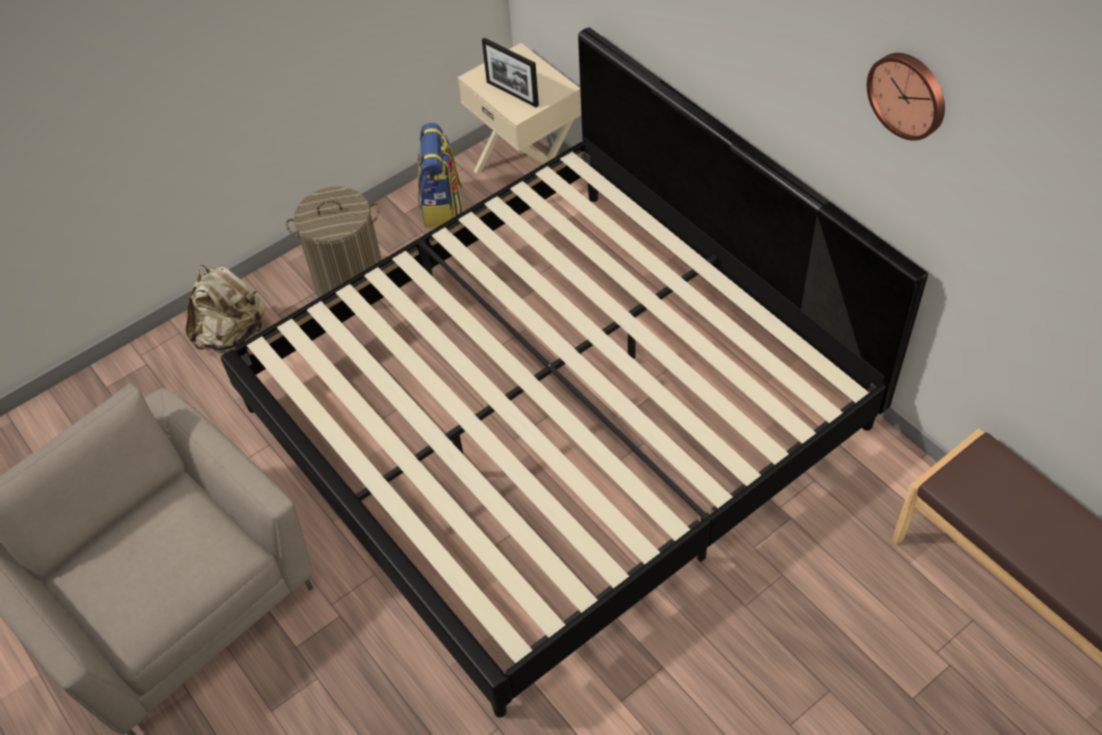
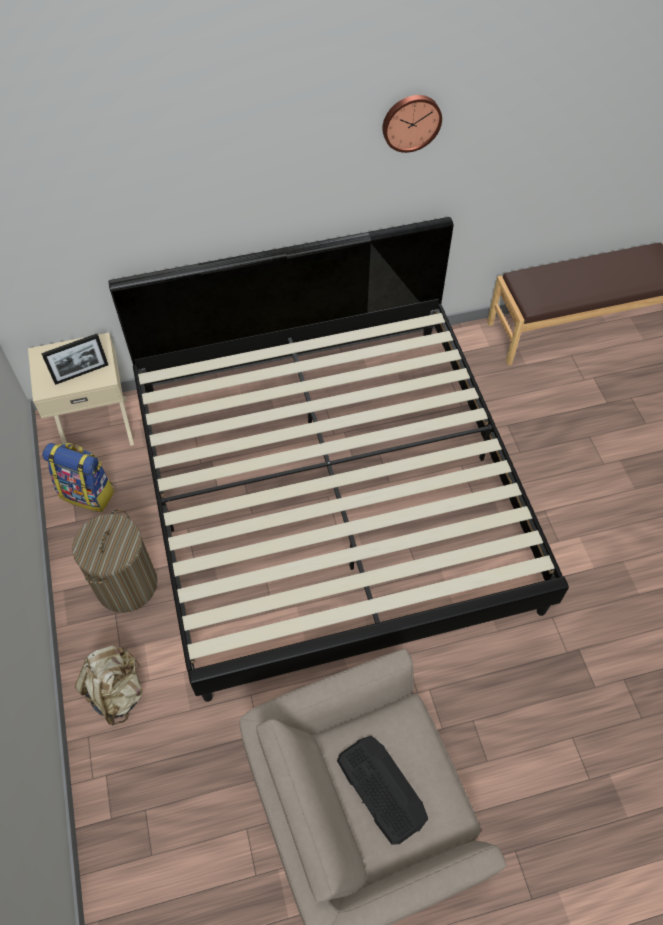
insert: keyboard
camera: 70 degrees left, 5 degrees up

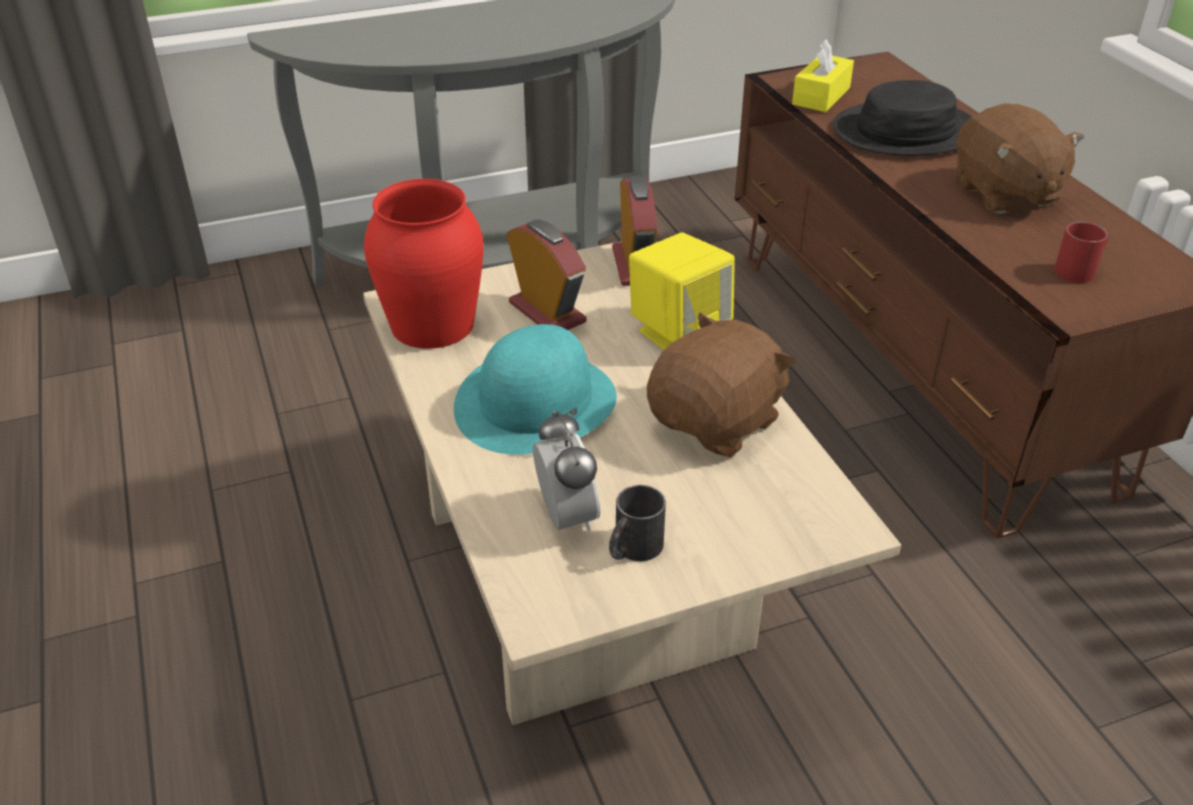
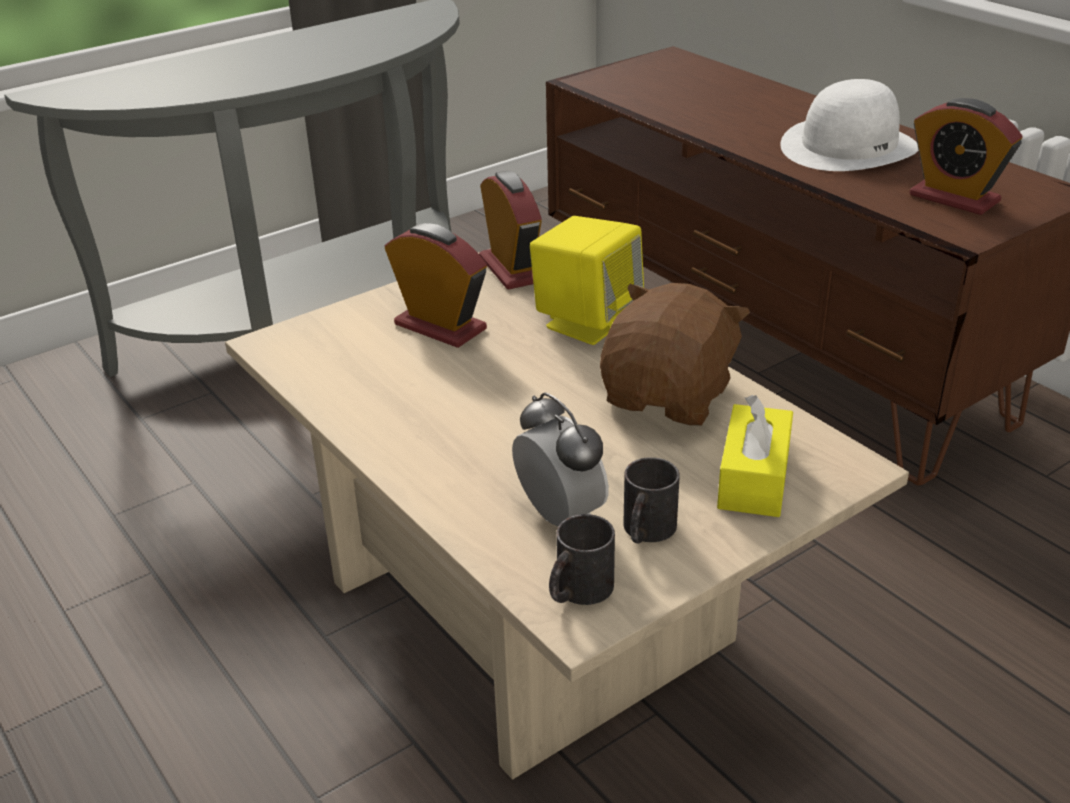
delete: red-coloured vase; blue-green wearable hat; black-coloured wearable hat
insert: black-coloured coffee mug (1st from left)
move: yellow tissue holder
replace: brown-coloured plush toy (2nd from left) to white wearable hat; red-coloured coffee mug to alarm clock (4th from left)
camera: 15 degrees left, 5 degrees down

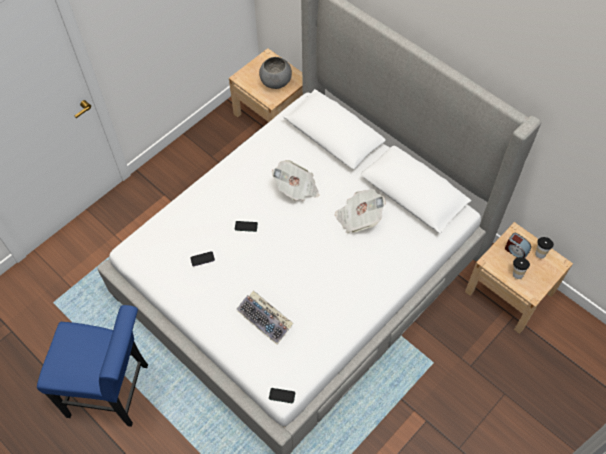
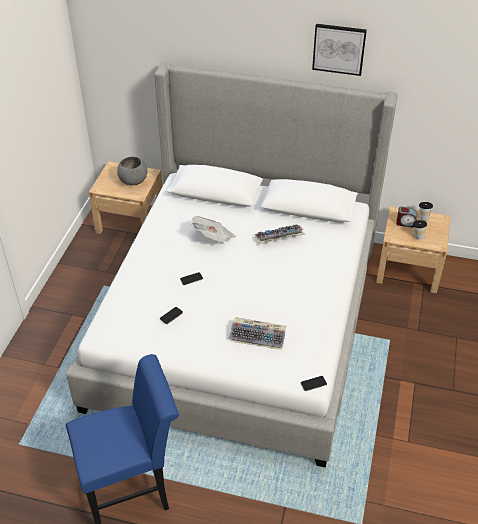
insert: picture
replace: printed paper (2nd from left) to keyboard (2nd from left)
camera: 30 degrees left, 15 degrees down

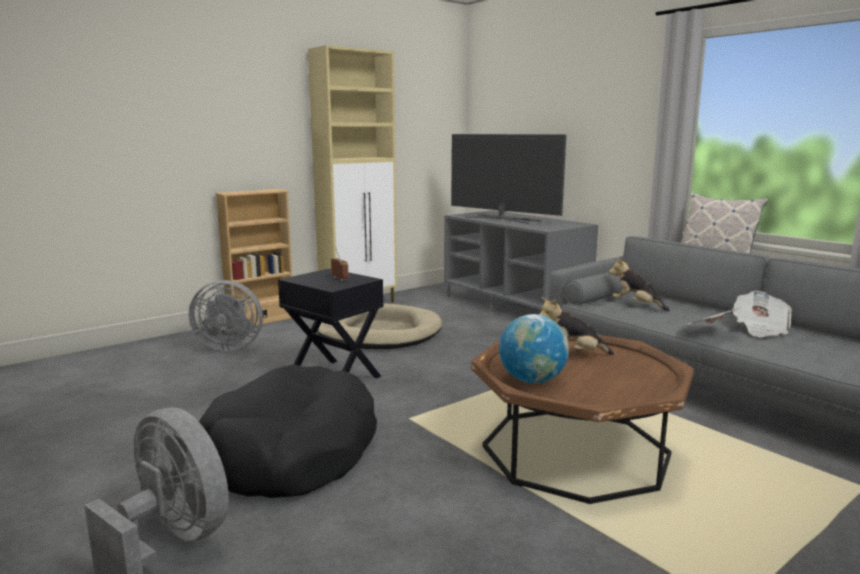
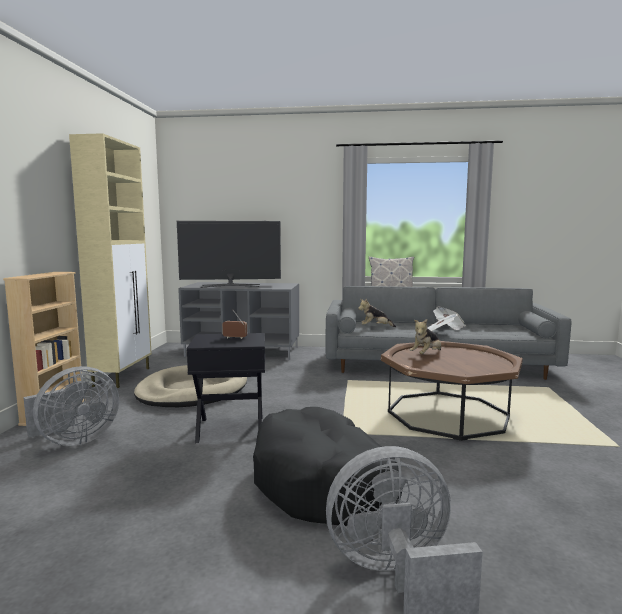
delete: world globe
camera: 45 degrees left, 5 degrees down

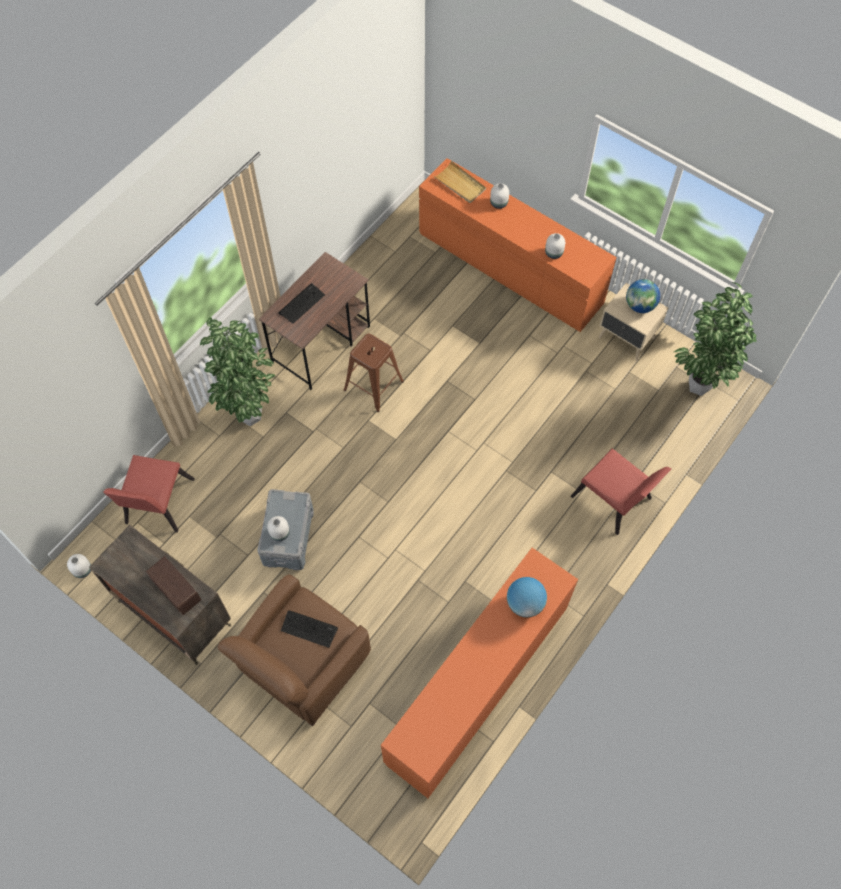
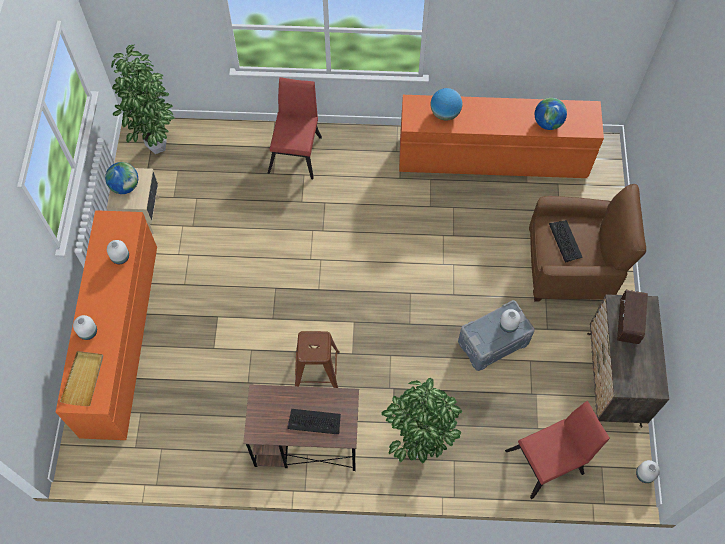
insert: world globe (3rd from left)
camera: 125 degrees left, 0 degrees up

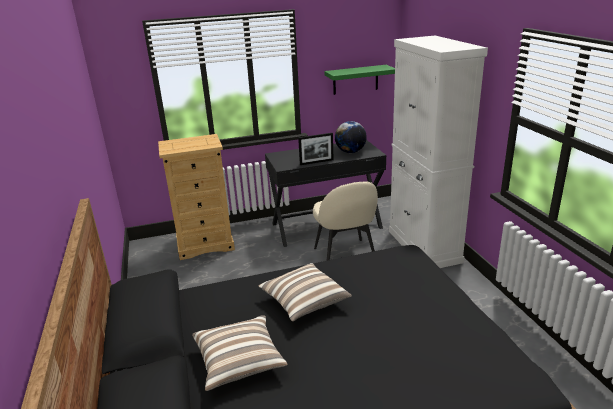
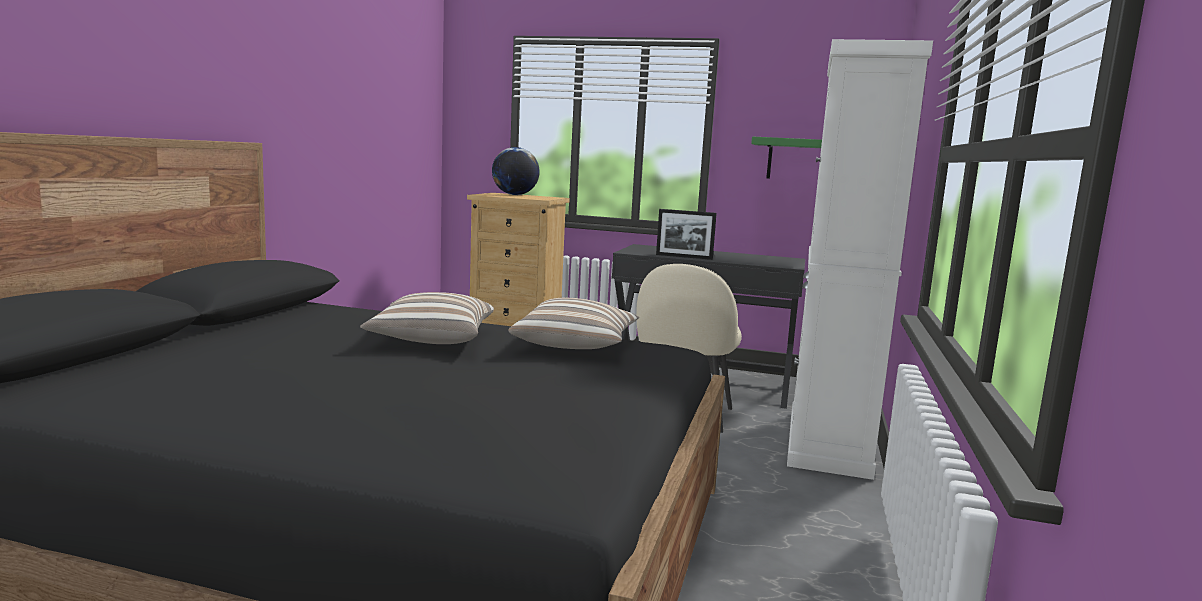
move: world globe; cushion (1st from left in the first image) to cushion (2nd from left)
camera: 30 degrees right, 15 degrees down

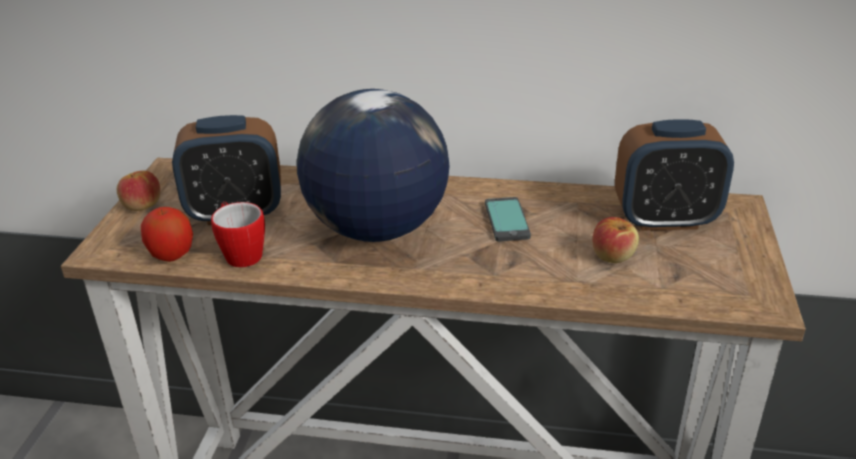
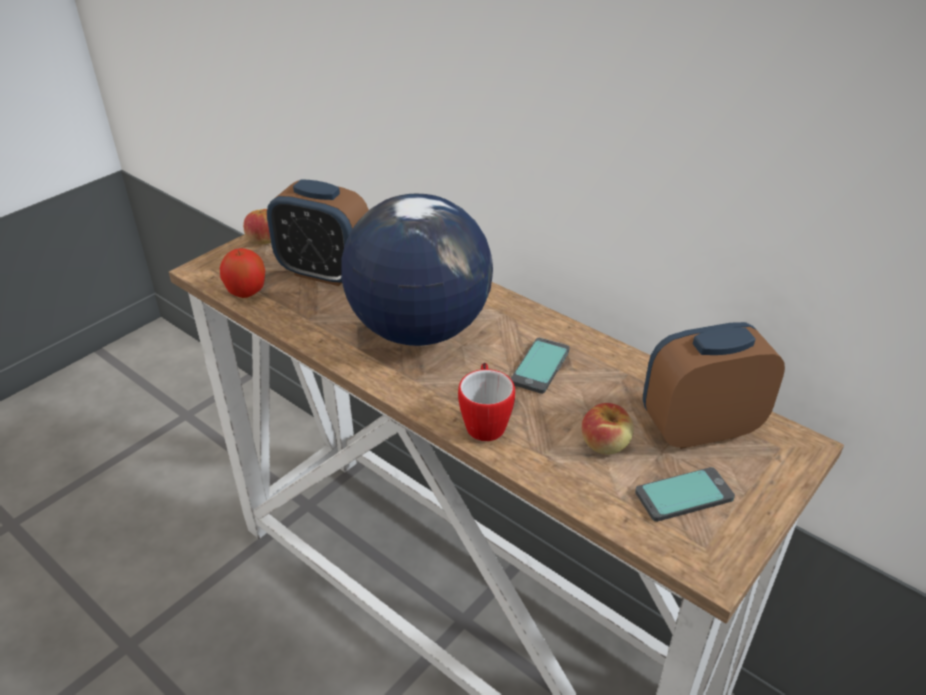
insert: telephone (2nd from left)
move: coffee mug
rotate: alarm clock (2nd from left) 135 degrees clockwise
camera: 30 degrees right, 5 degrees up

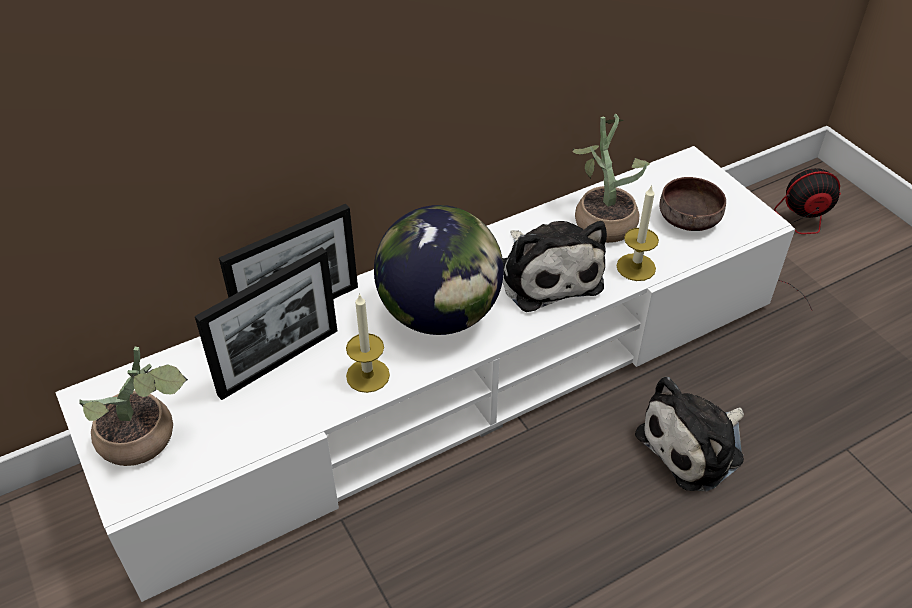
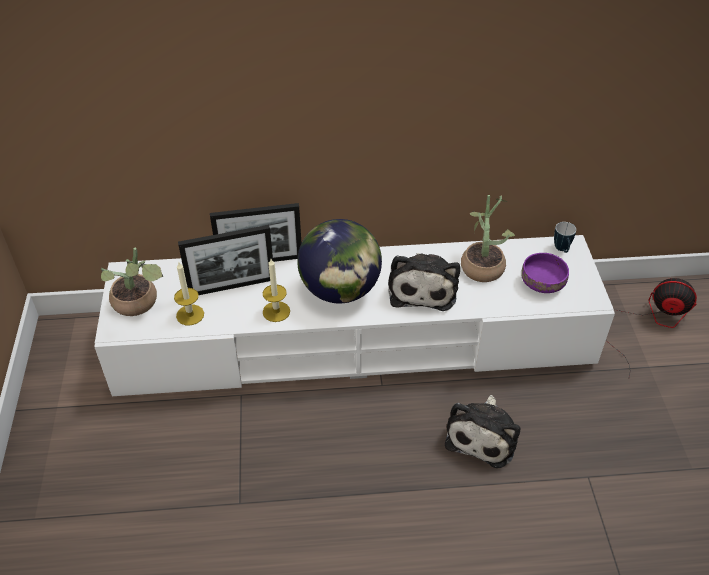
insert: coffee mug
move: candle (2nd from left in the first image) to candle (1st from left)
recolor: brown-coloured deep dish to purple deep dish
rotate: plush toy (2nd from left) 60 degrees counterclockwise
camera: 25 degrees right, 0 degrees up

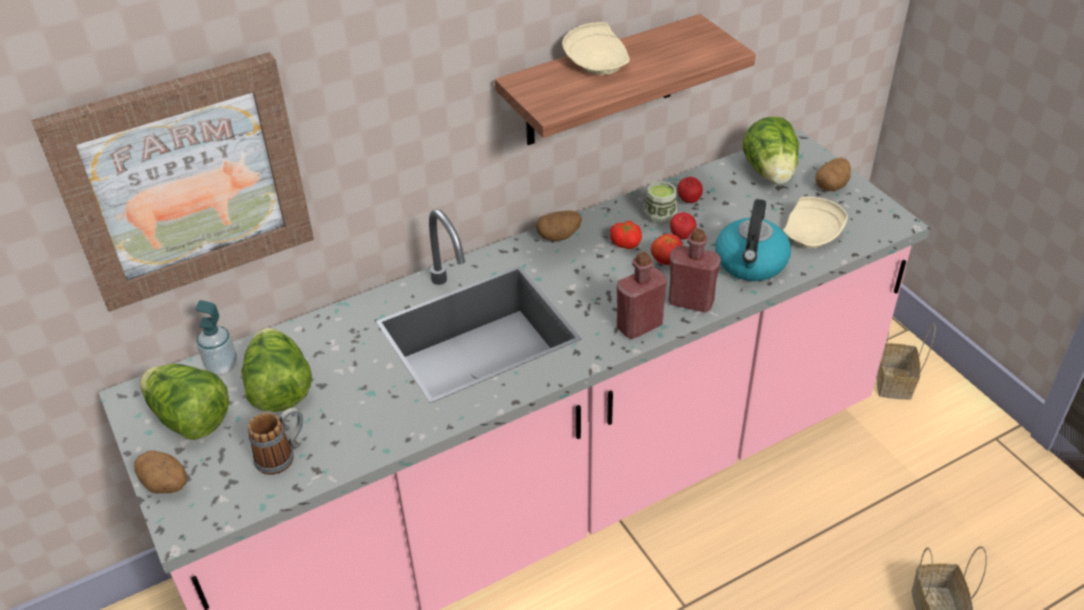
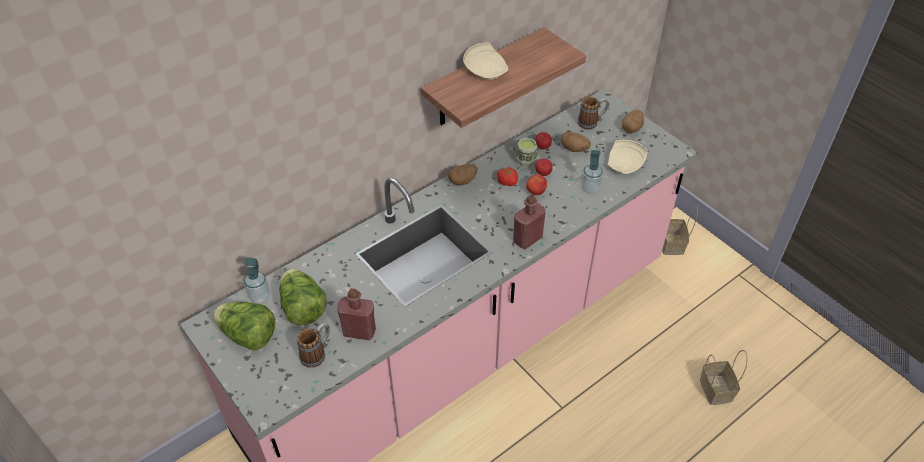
delete: picture
move: red-coloured bottle (2nd from left in the first image) to red-coloured bottle (1st from left); whole potato (1st from left in the first image) to whole potato (2nd from left)
replace: lettuce head (3rd from left) to coffee mug (2nd from left); kettle to liquid soap bottle (2nd from left)
camera: 10 degrees left, 5 degrees up

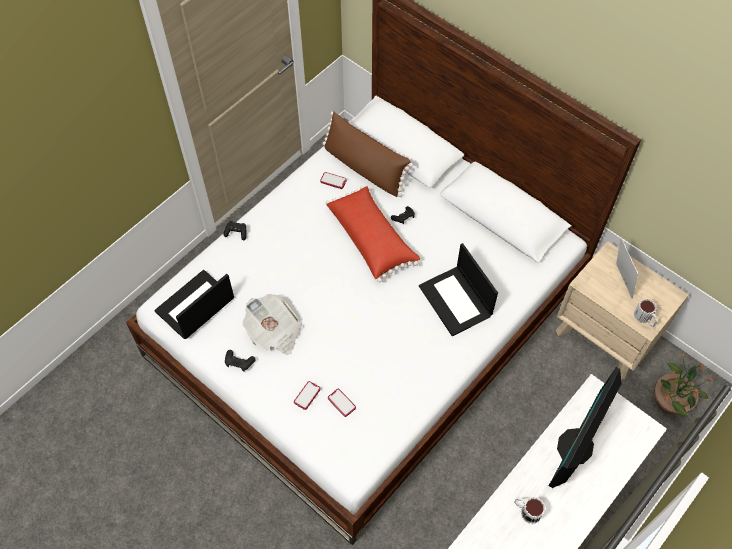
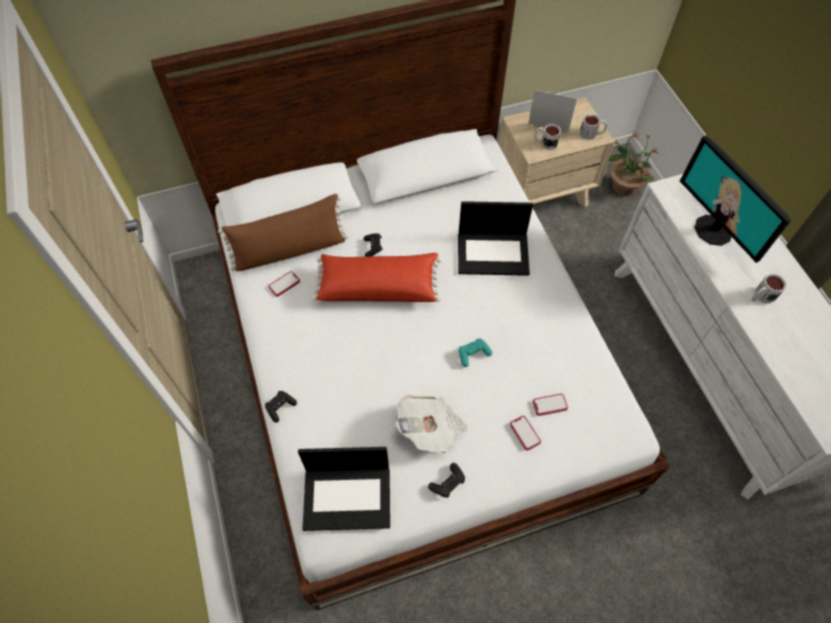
insert: blue-green gamepad; coffee mug (1st from left)
rotate: portable computer (1st from left) 75 degrees counterclockwise
camera: 60 degrees left, 0 degrees up

